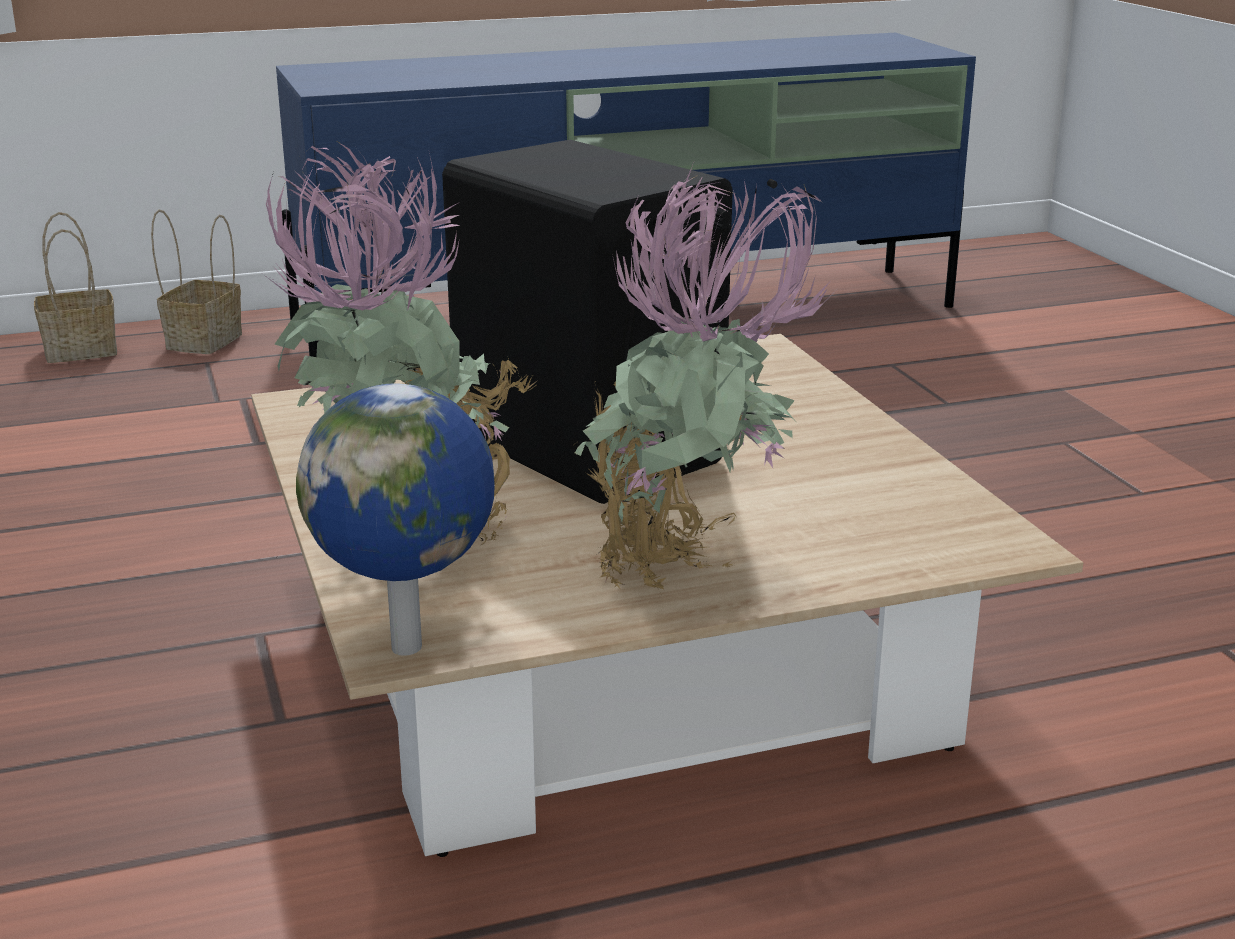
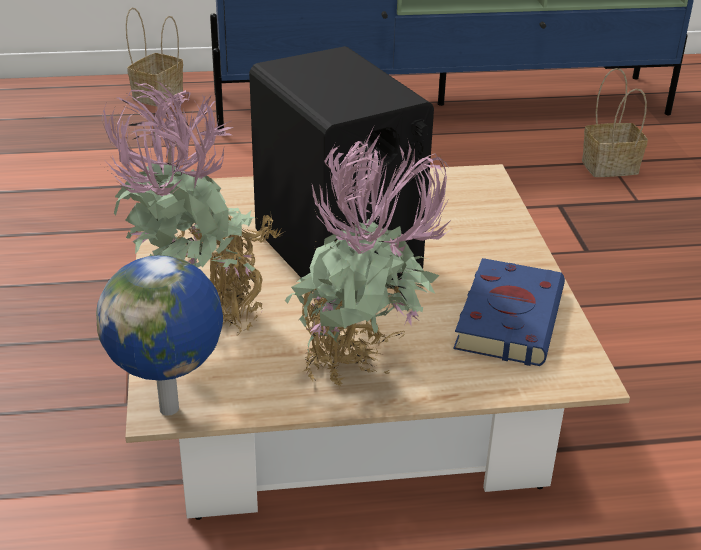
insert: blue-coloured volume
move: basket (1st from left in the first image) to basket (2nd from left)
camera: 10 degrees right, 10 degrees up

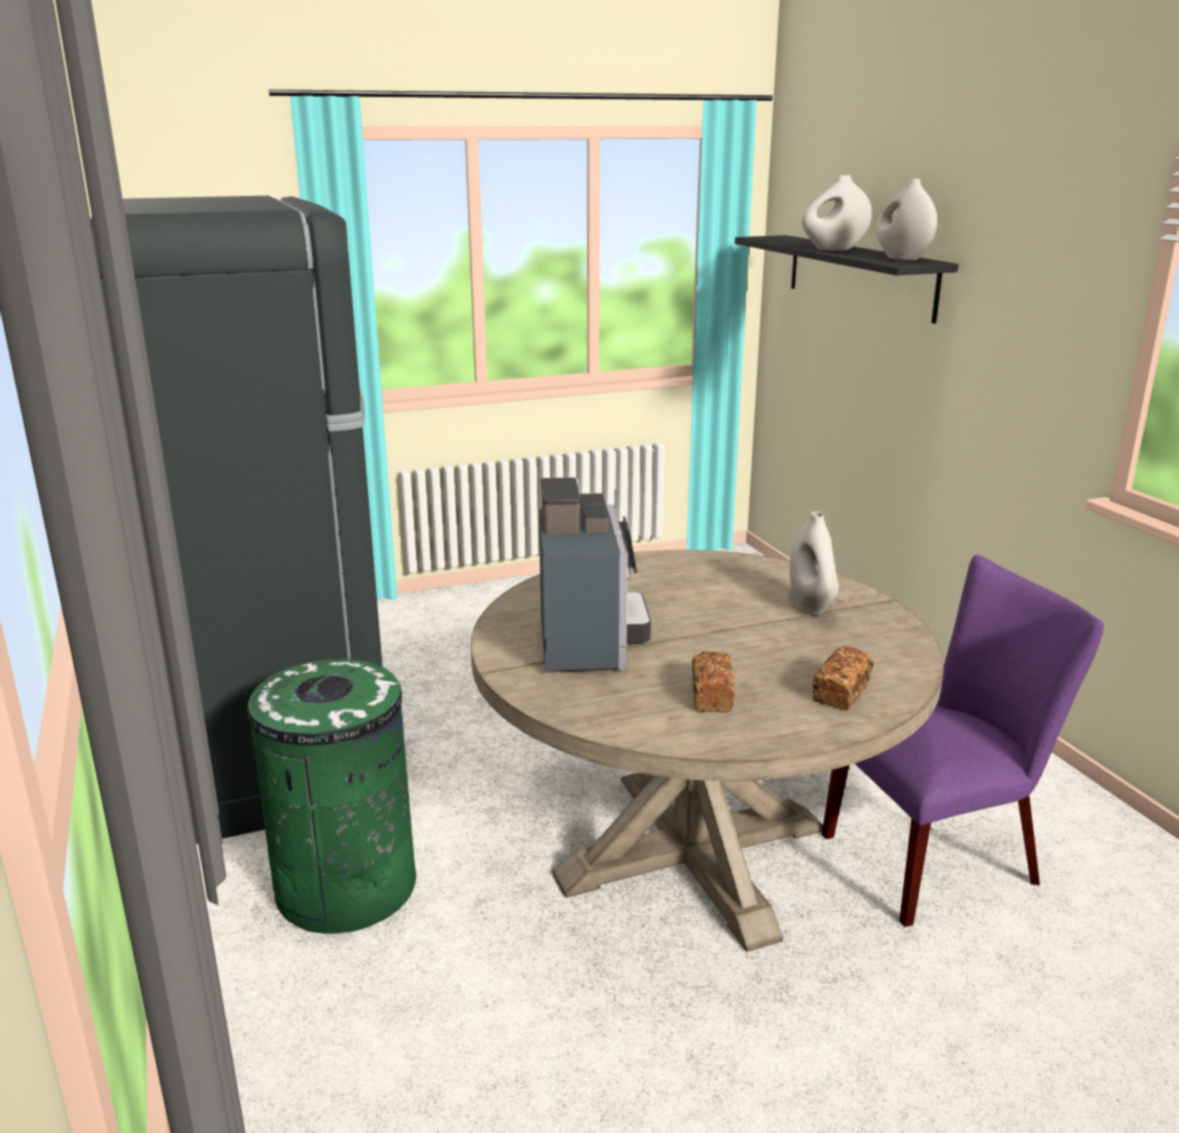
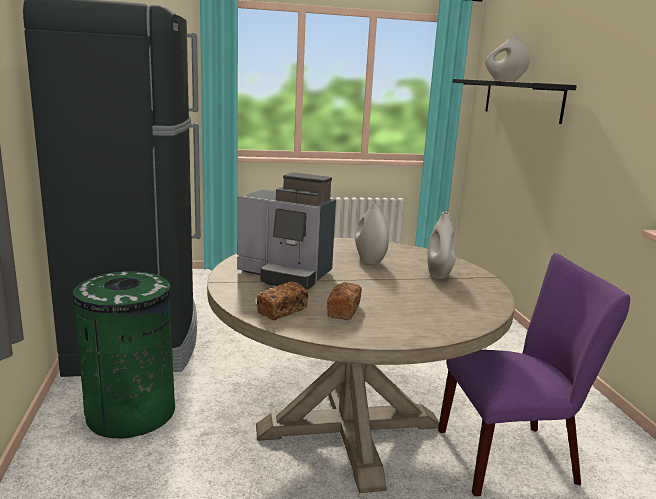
move: bread (2nd from left in the first image) to bread (1st from left); white vase (3rd from left in the first image) to white vase (1st from left)
rotate: coffee brewer 105 degrees clockwise
camera: 10 degrees right, 5 degrees down

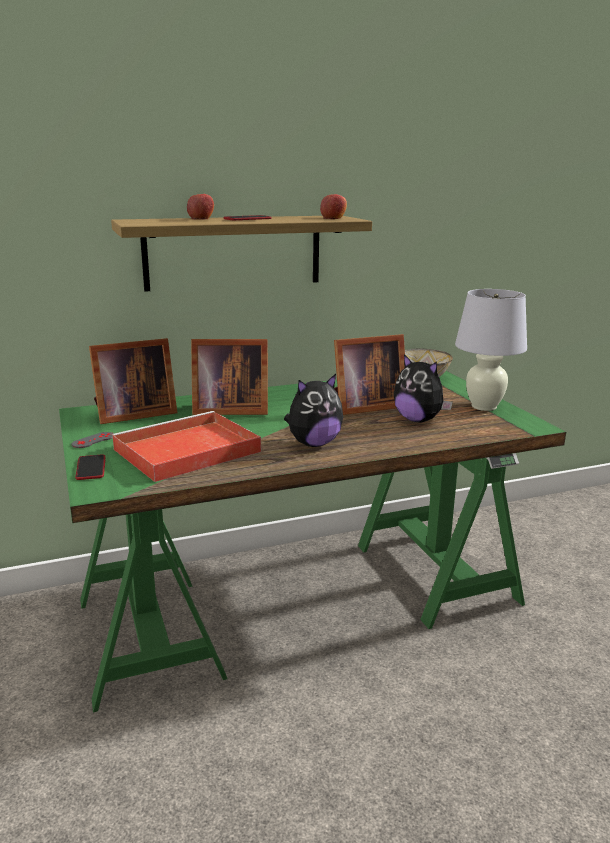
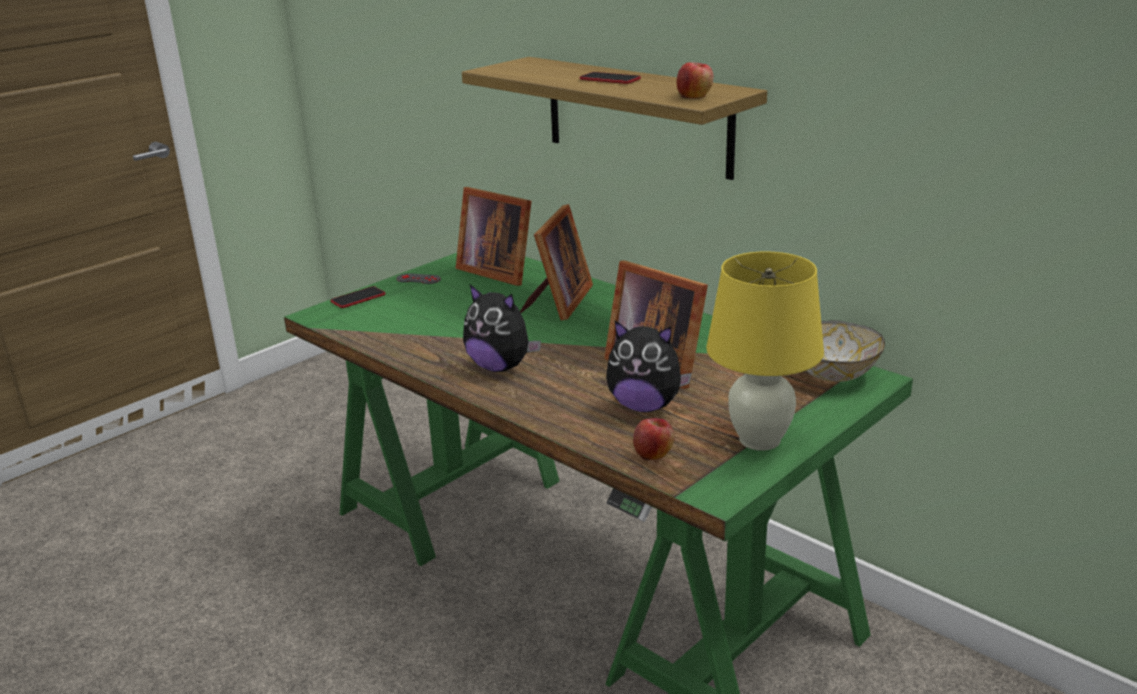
delete: red-coloured serving tray
move: apple fruit (1st from left)
recolor: white tabletop lamp to yellow tabletop lamp
rotate: photo frame (2nd from left) 135 degrees counterclockwise; plush toy (2nd from left) 90 degrees counterclockwise
camera: 65 degrees right, 5 degrees up

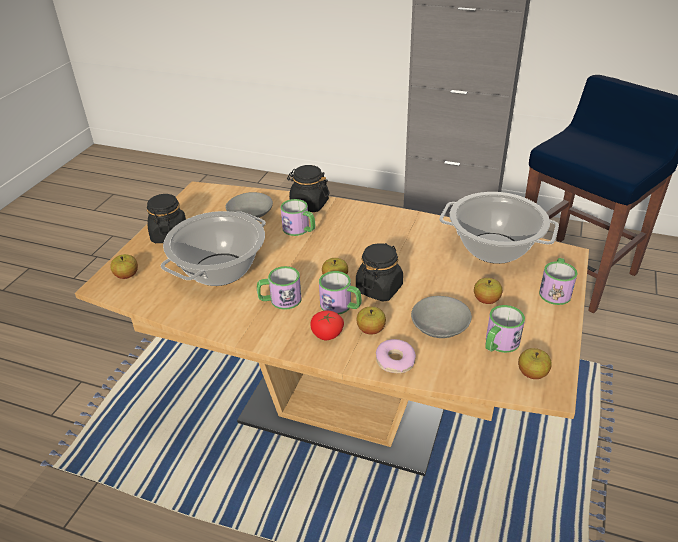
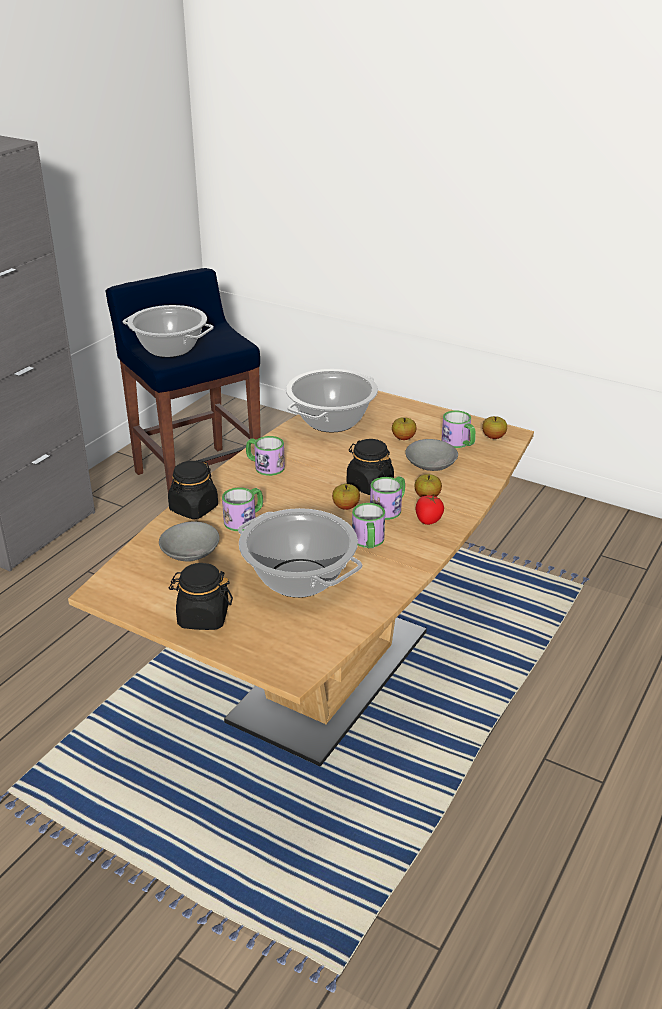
delete: apple fruit (1st from left); ring doughnut
insert: saucepot (1st from left)
move: coffee mug (5th from left in the first image) to coffee mug (2nd from left)
camera: 80 degrees left, 5 degrees down

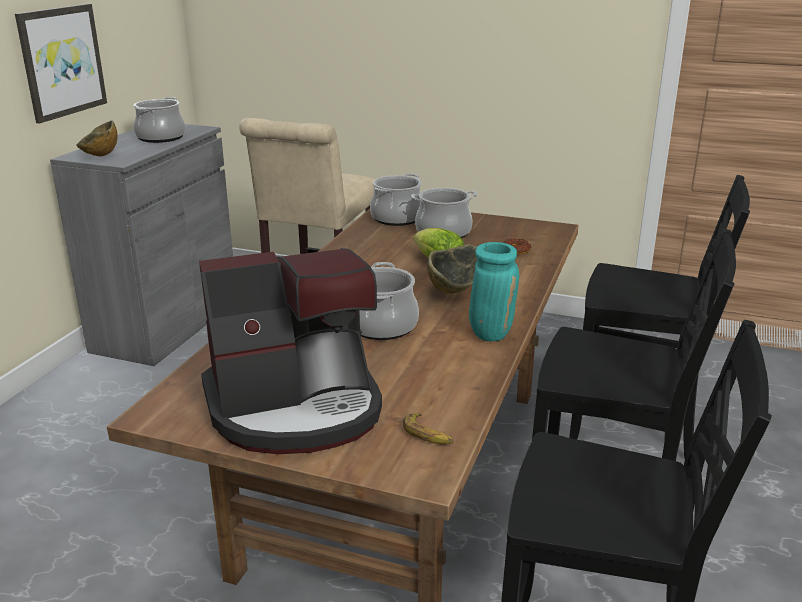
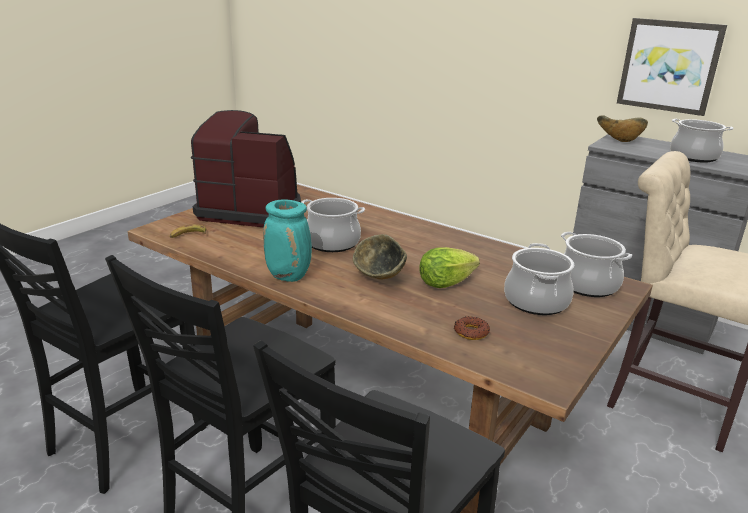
rotate: coffee brewer 105 degrees clockwise
camera: 105 degrees right, 0 degrees up

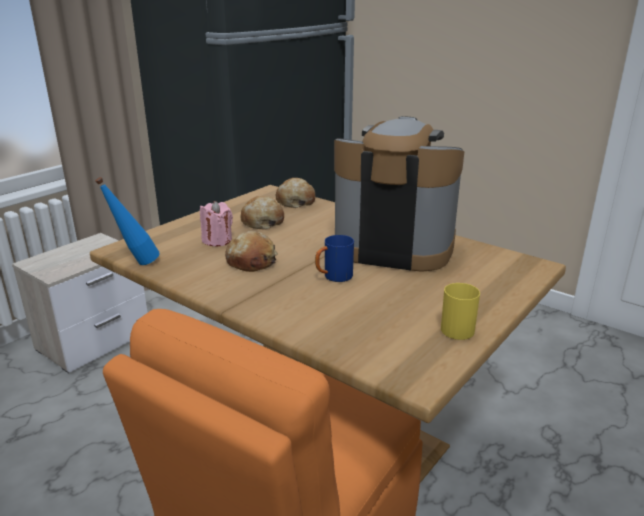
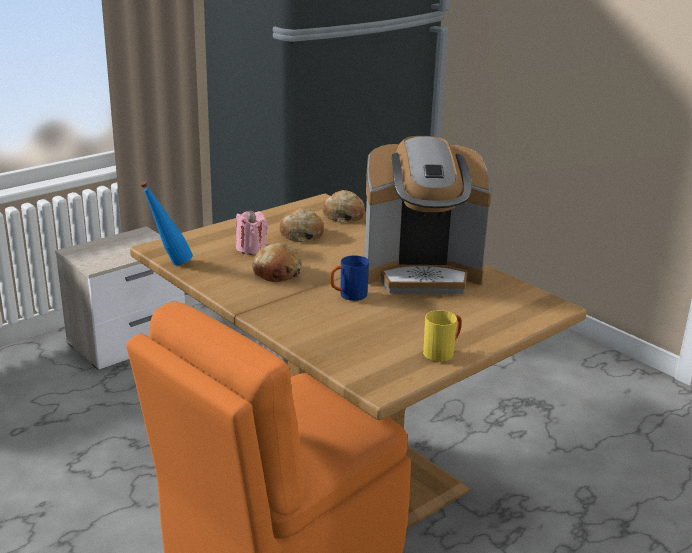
rotate: coffee brewer 150 degrees clockwise
camera: 10 degrees right, 0 degrees up

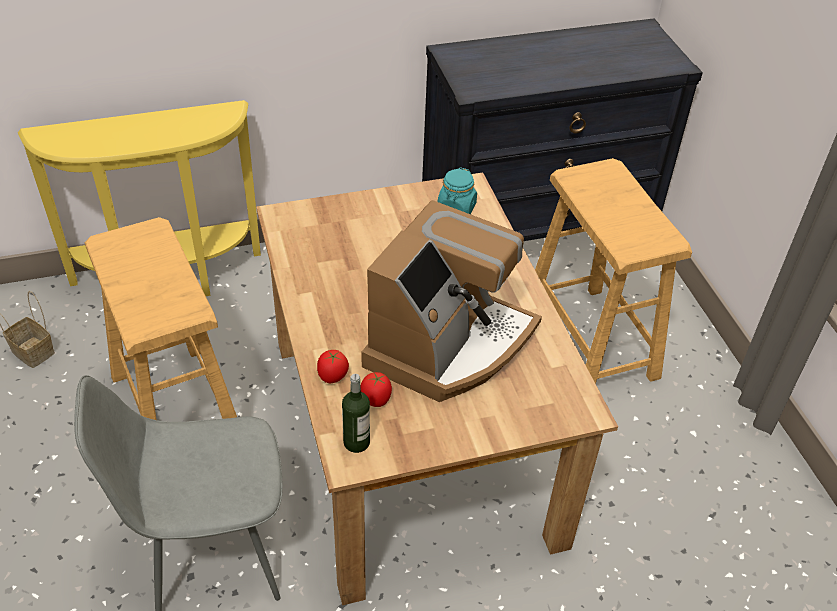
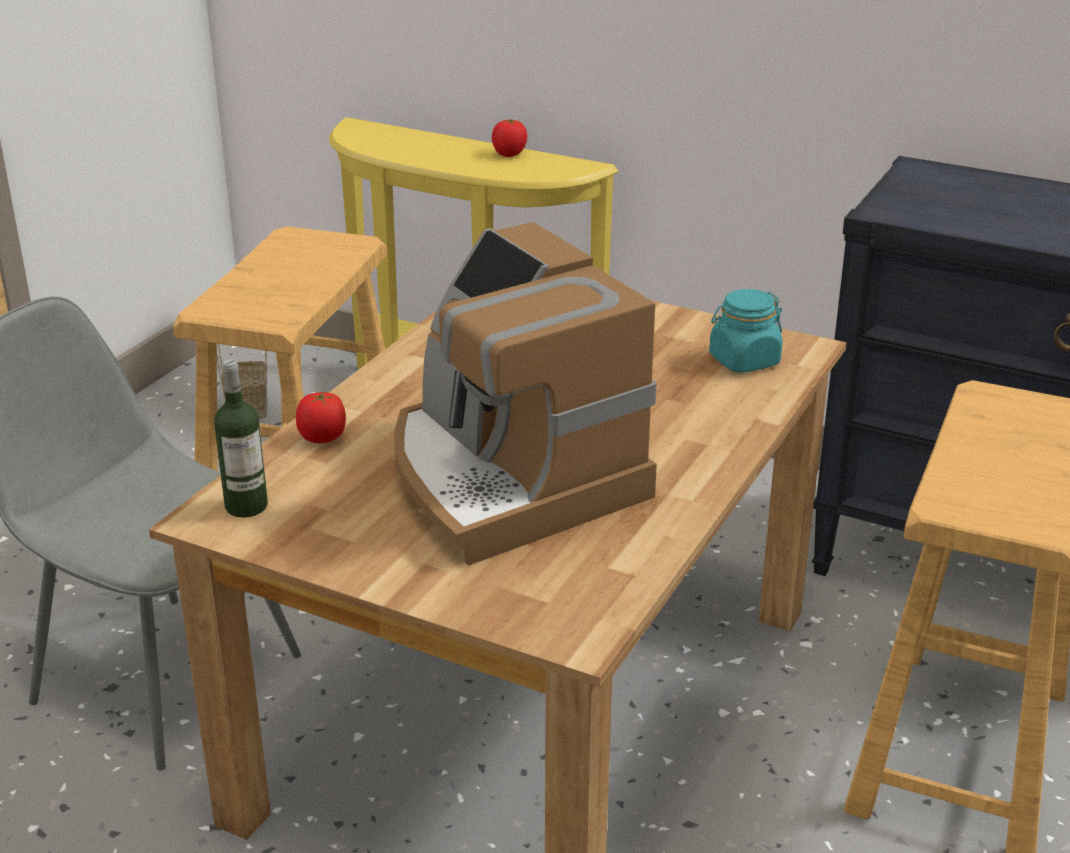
move: whole tomato (2nd from left)
rotate: coffee brewer 75 degrees clockwise
camera: 45 degrees right, 15 degrees down

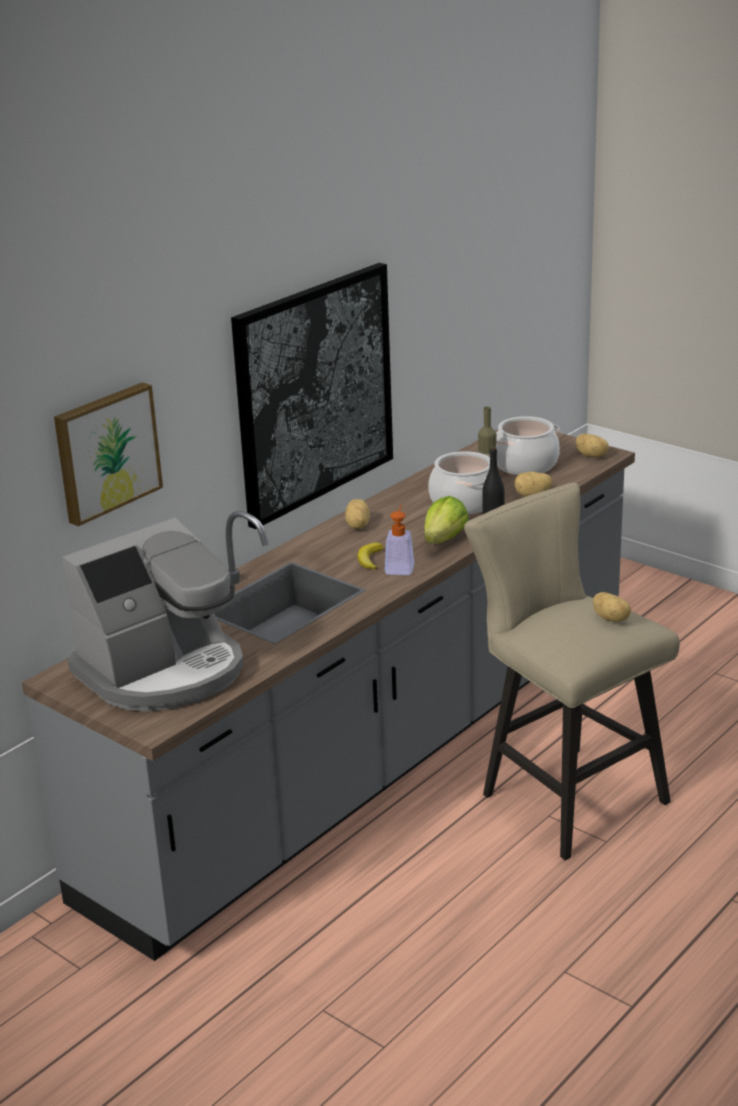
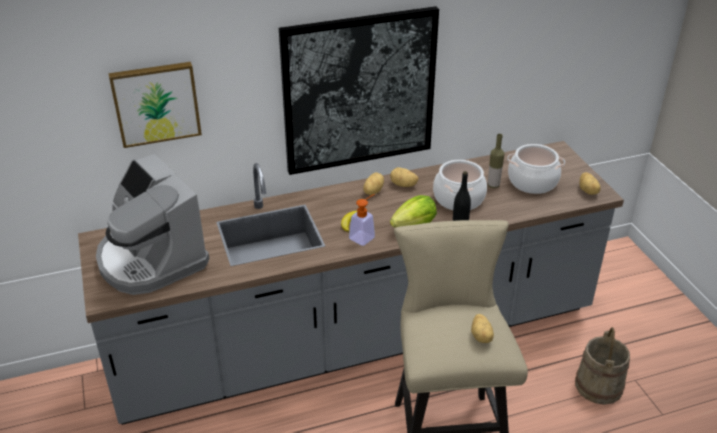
insert: sand-coloured water bucket
move: whole potato (2nd from left)
rotate: coffee brewer 60 degrees clockwise
camera: 30 degrees right, 10 degrees up

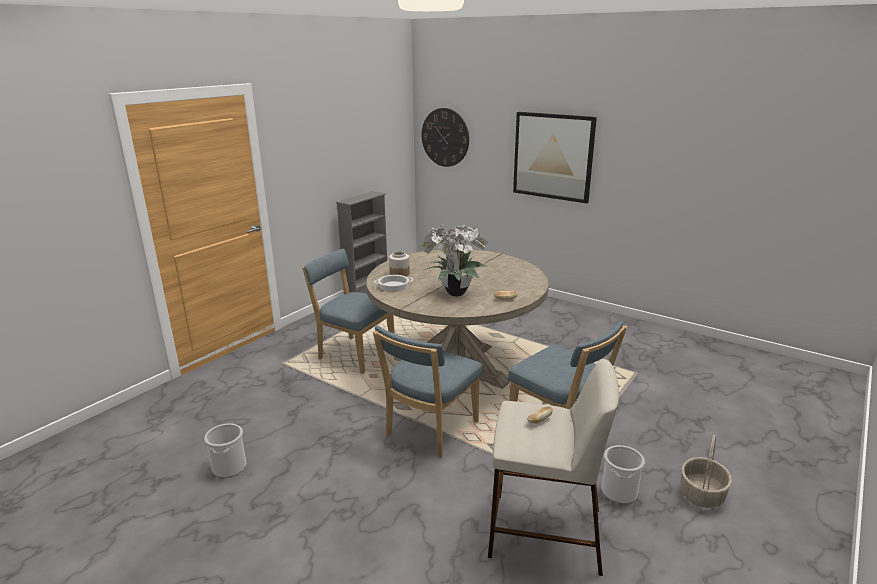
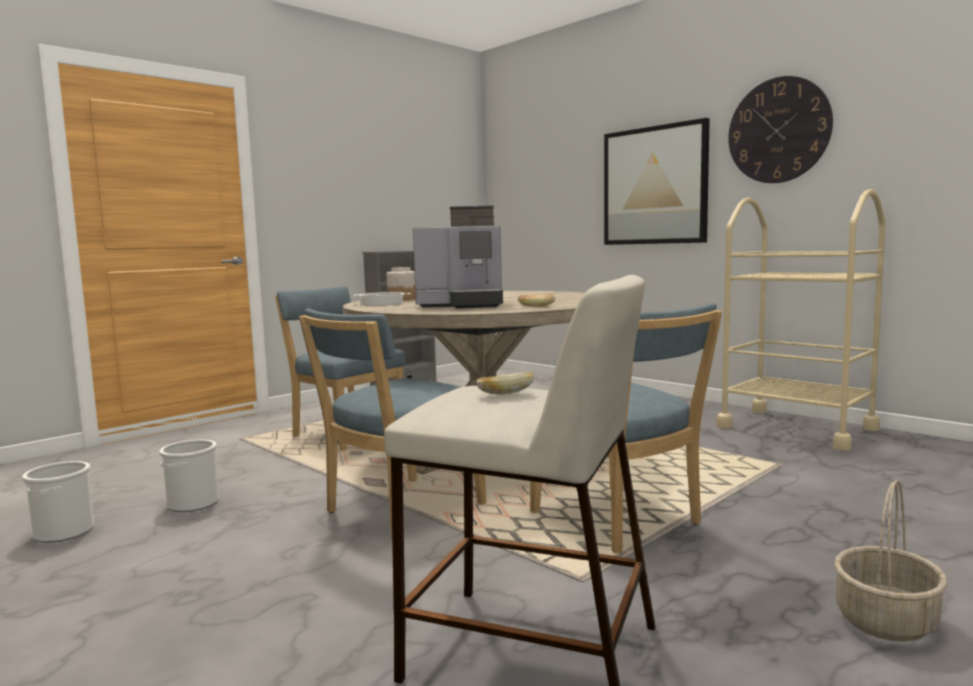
insert: sand-coloured wheeled cart
move: water bucket (2nd from left); hanging clock
replace: potted plant to coffee brewer
camera: 10 degrees right, 15 degrees down

